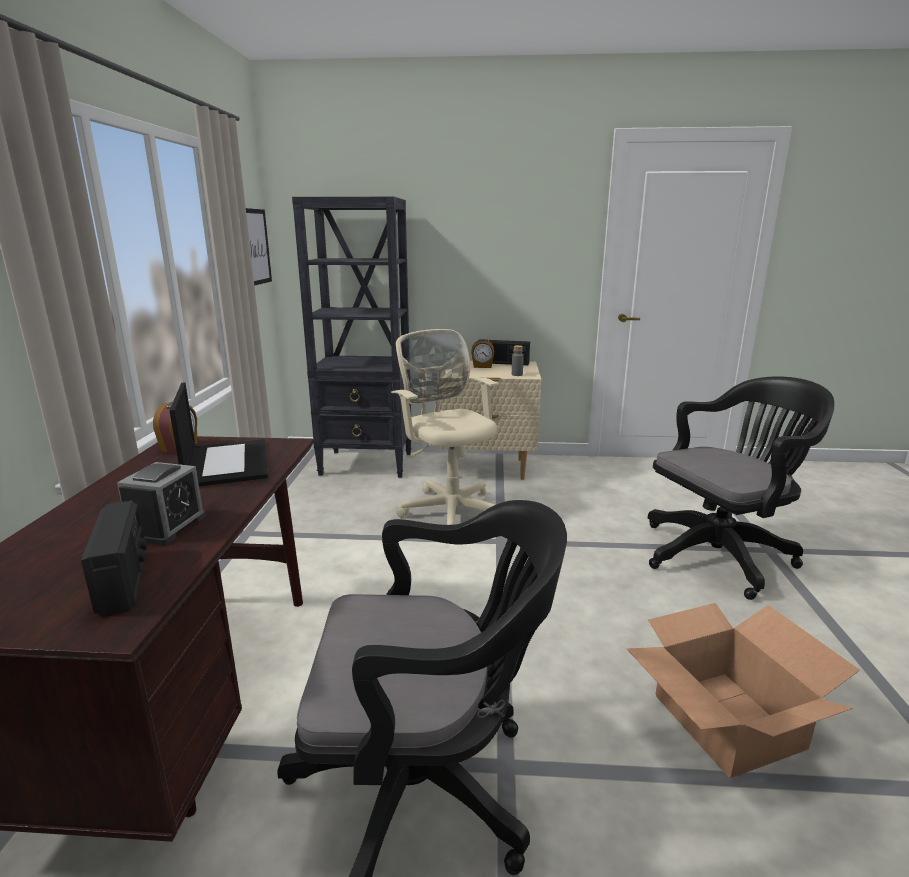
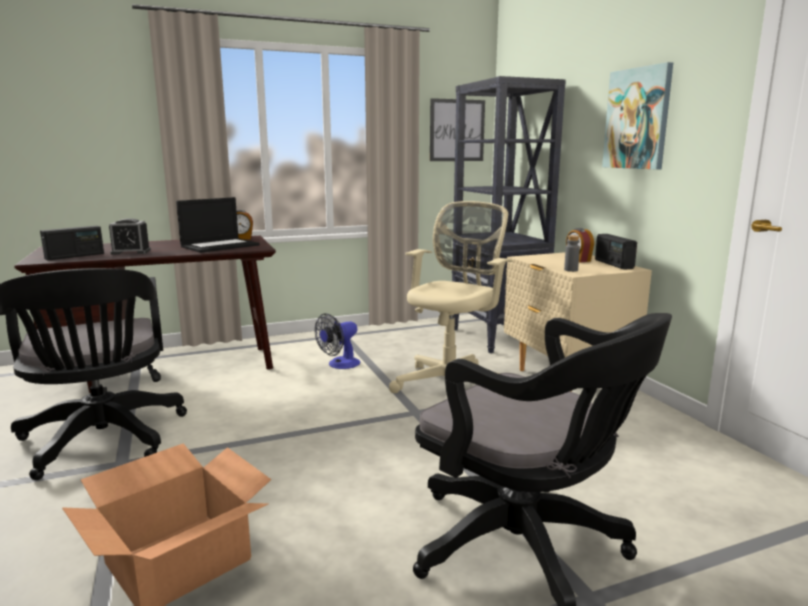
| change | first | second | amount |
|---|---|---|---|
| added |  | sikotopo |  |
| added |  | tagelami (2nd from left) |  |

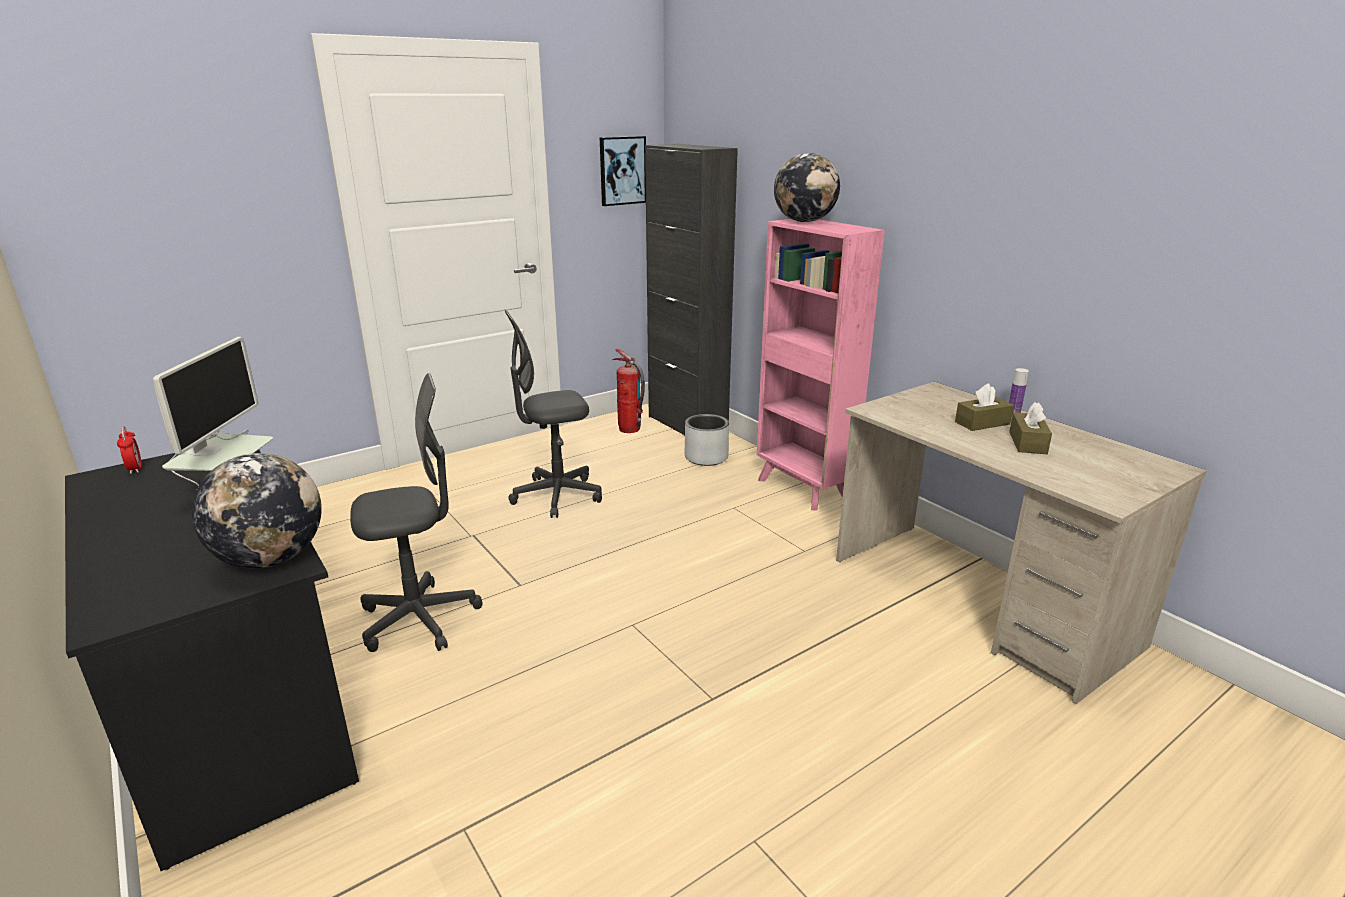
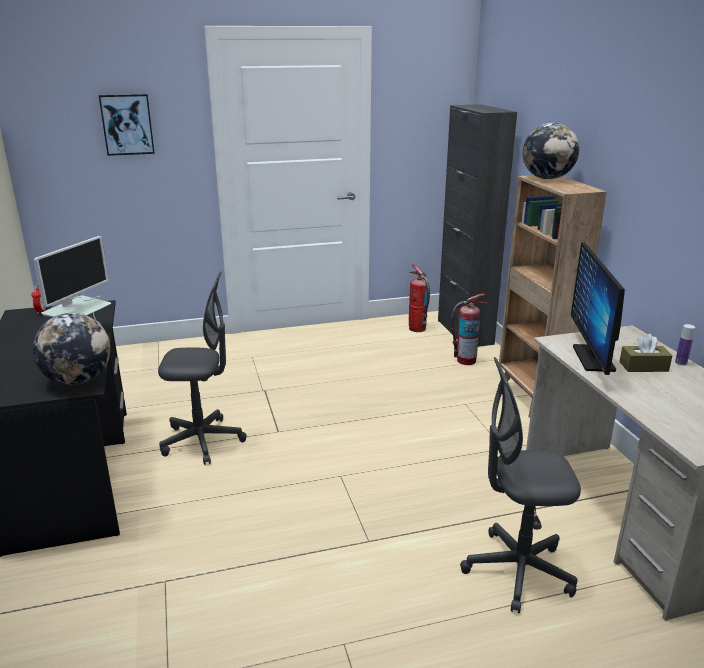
| change | first | second | amount |
|---|---|---|---|
| moved | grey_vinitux (2nd from left) |  |  |
| moved | tagelami |  |  |
| replaced | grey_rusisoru | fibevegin (2nd from left) |  |
| recoloured | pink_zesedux | brown_zesedux |  |
| removed | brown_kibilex (2nd from left) |  |  |
| added |  | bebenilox (2nd from left) |  |

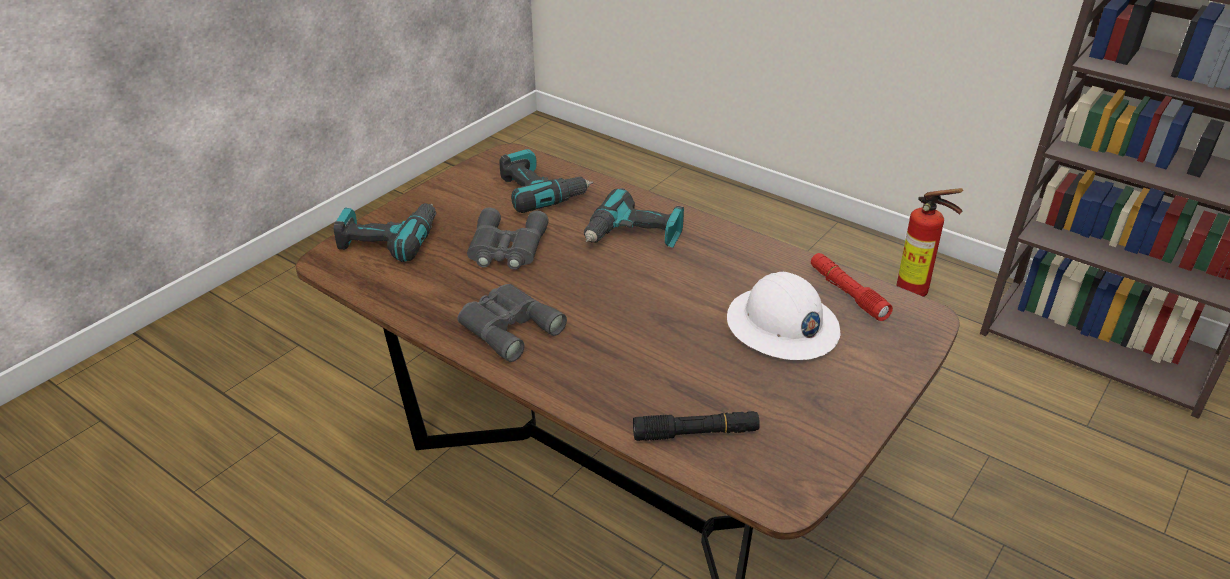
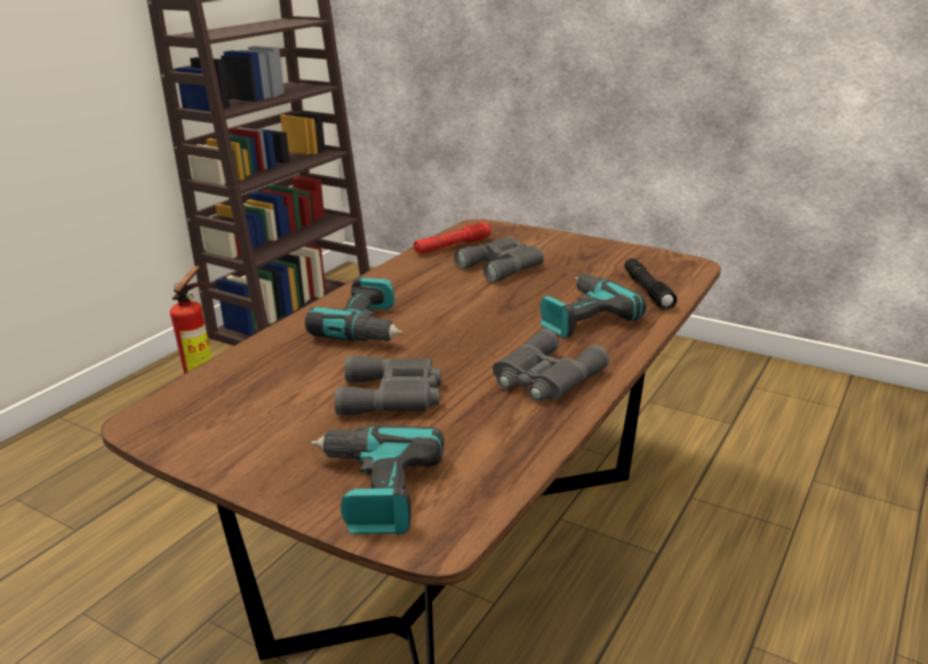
| change | first | second | amount |
|---|---|---|---|
| moved | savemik (2nd from left in the first image) | savemik (3rd from left) |  |
| replaced | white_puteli | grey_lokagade (2nd from left) |  |

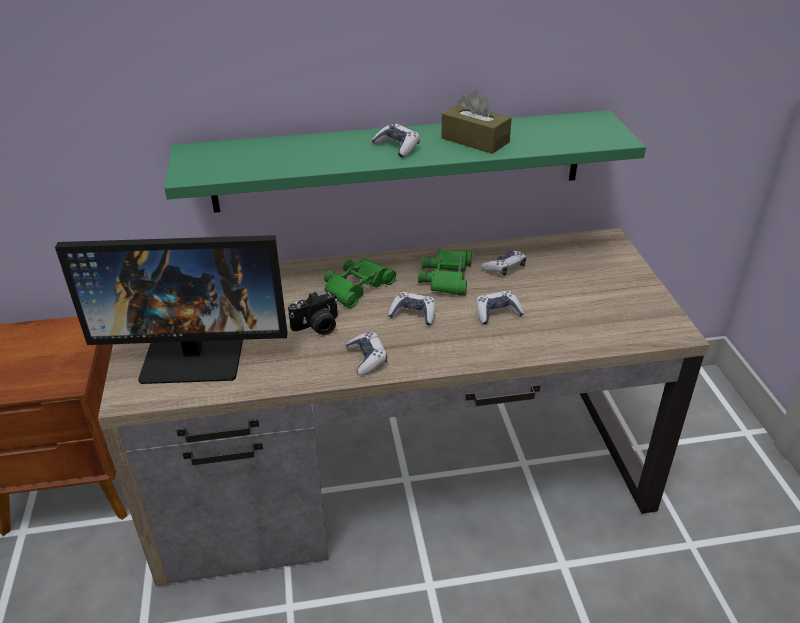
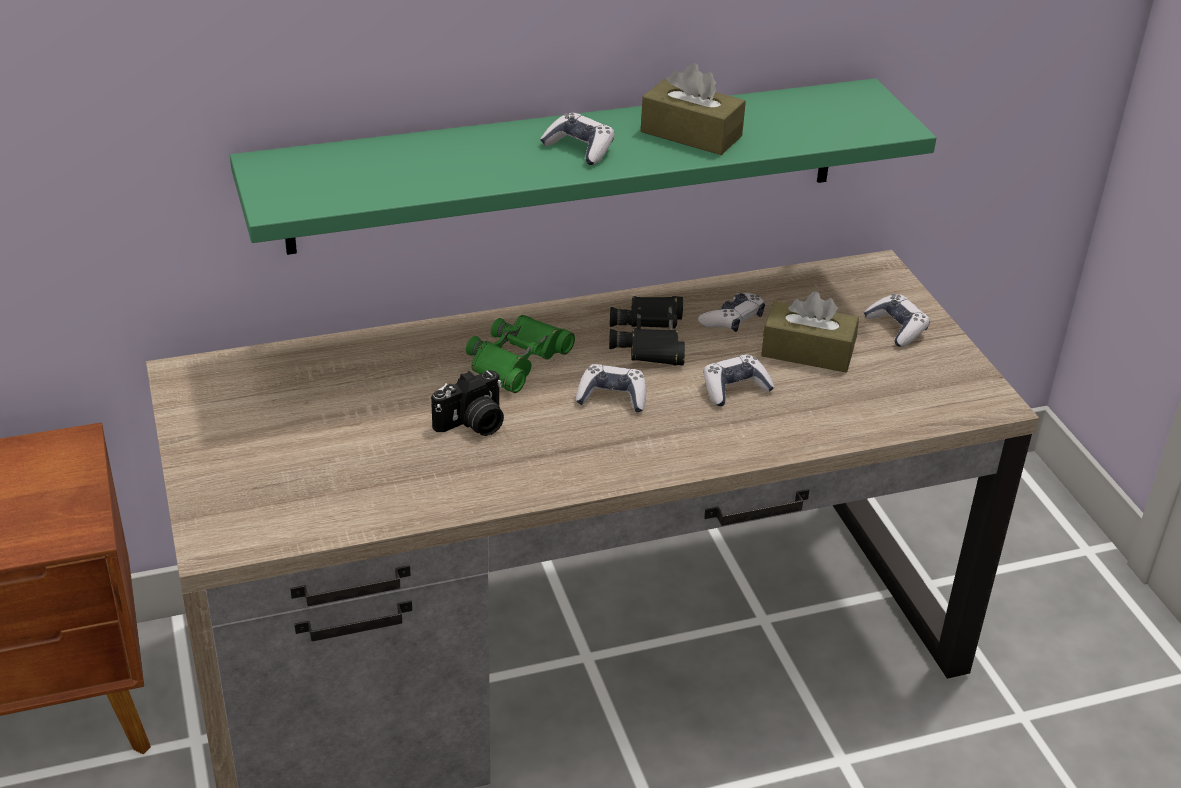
| change | first | second | amount |
|---|---|---|---|
| removed | bebenilox |  |  |
| moved | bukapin (1st from left in the first image) | bukapin (5th from left) |  |
| recoloured | green_lokagade (2nd from left) | black_lokagade |  |
| added |  | brown_kibilex (2nd from left) |  |

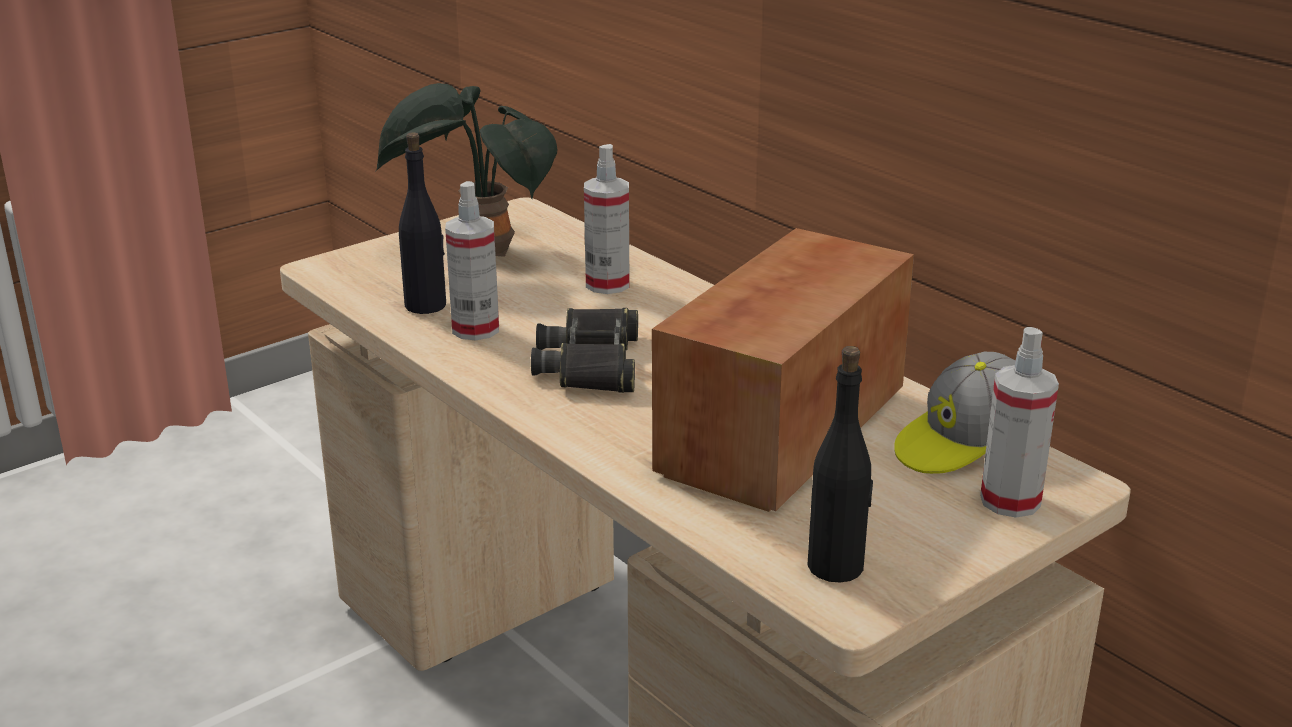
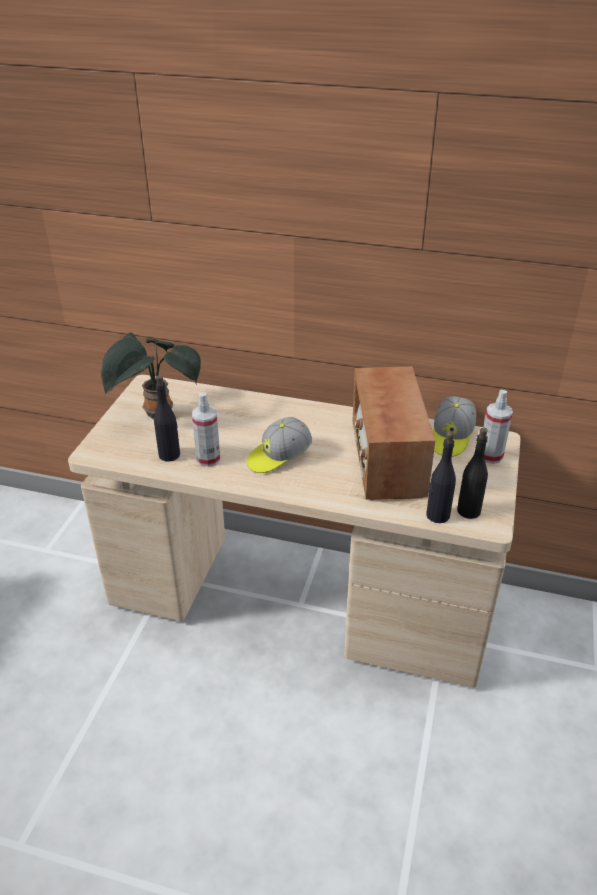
| change | first | second | amount |
|---|---|---|---|
| replaced | black_lokagade | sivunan (1st from left) |  |
| removed | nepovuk (2nd from left) |  |  |
| added |  | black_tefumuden (2nd from left) |  |

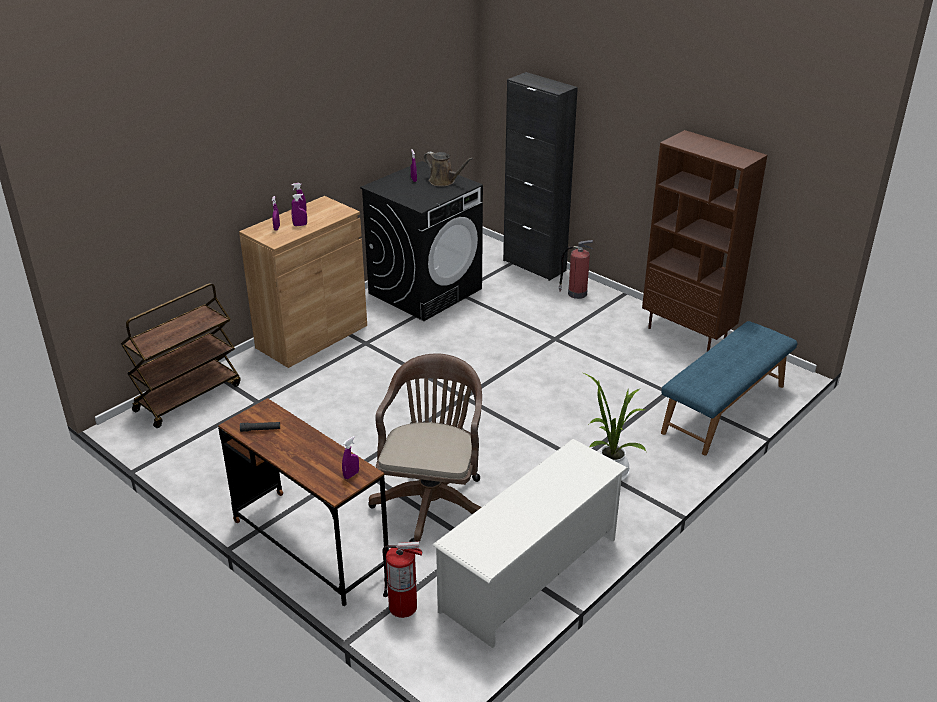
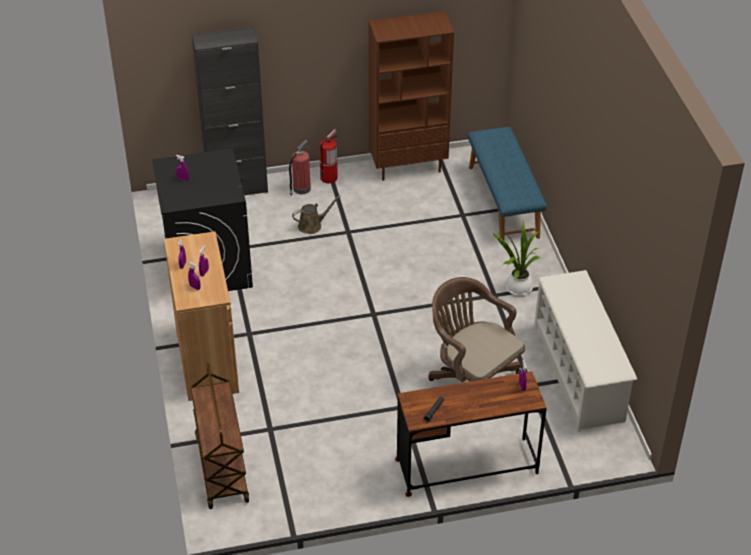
| change | first | second | amount |
|---|---|---|---|
| moved | fibevegin (1st from left in the first image) | fibevegin (2nd from left) |  |
| moved | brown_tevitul |  |  |

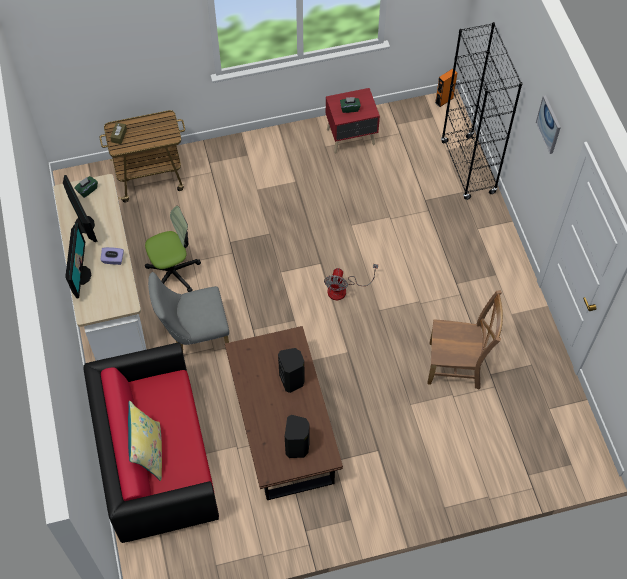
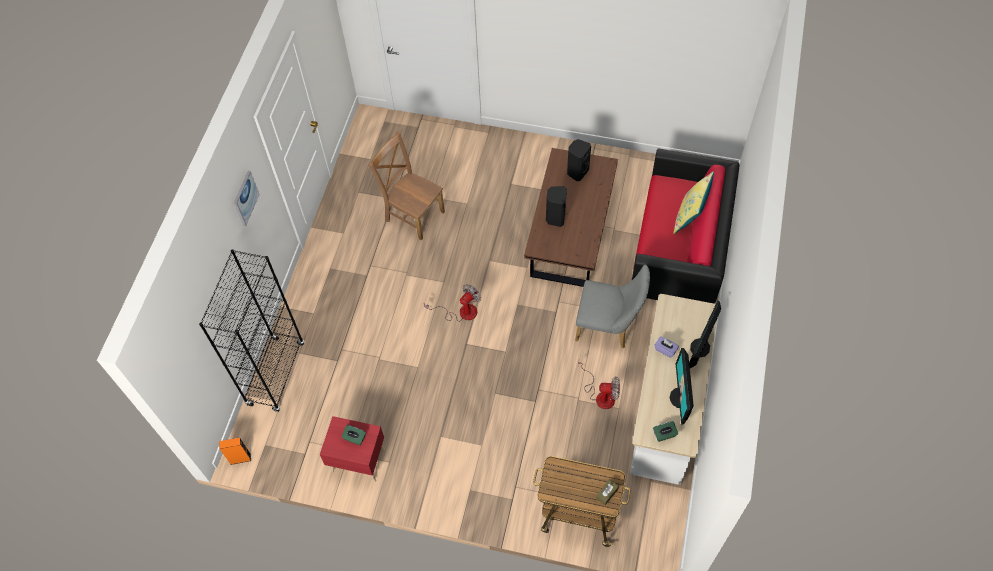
| change | first | second | amount |
|---|---|---|---|
| replaced | vinitux | sikotopo (2nd from left) |  |

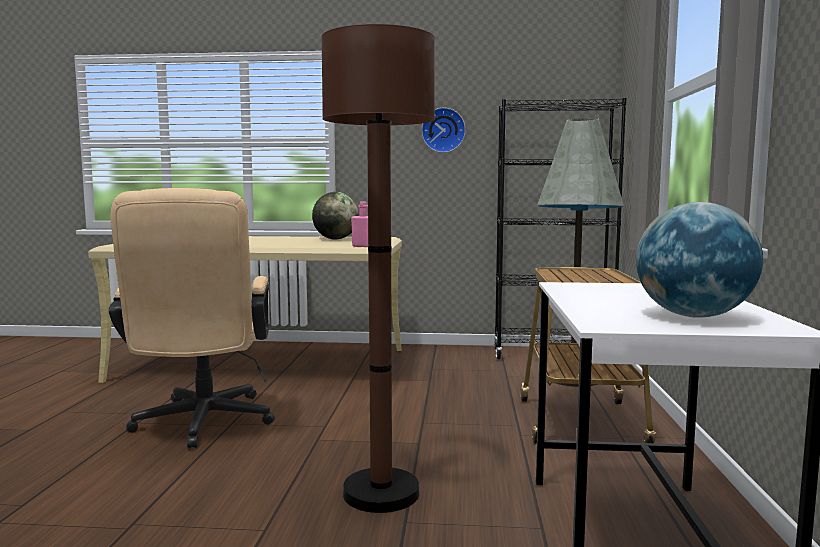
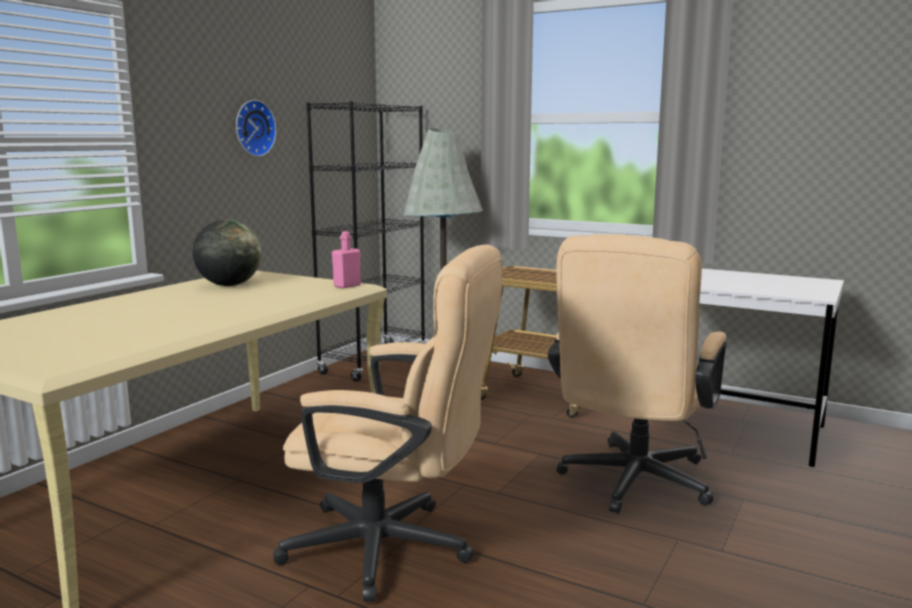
| change | first | second | amount |
|---|---|---|---|
| replaced | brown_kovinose | beige_vinitux (2nd from left) |  |
| removed | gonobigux (2nd from left) |  |  |

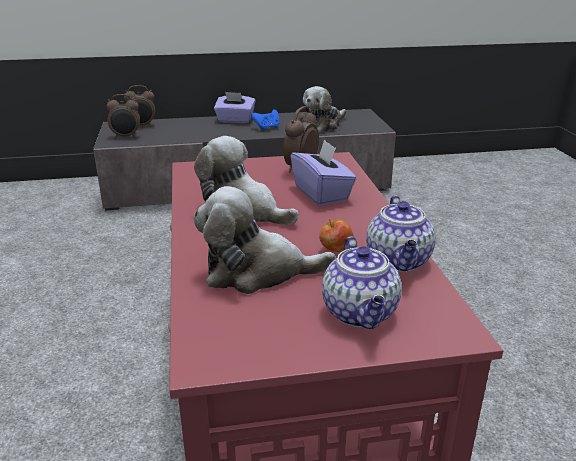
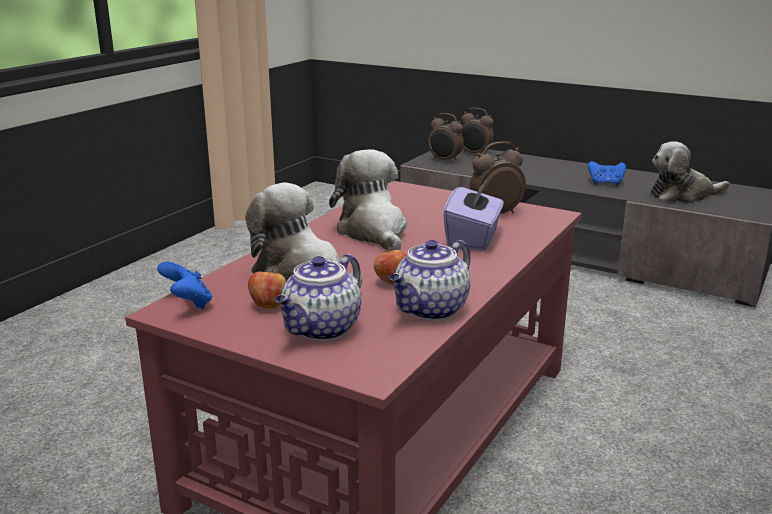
| change | first | second | amount |
|---|---|---|---|
| removed | purple_kibilex (1st from left) |  |  |
| added |  | blue_bukapin (1st from left) |  |
| added |  | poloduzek (1st from left) |  |

